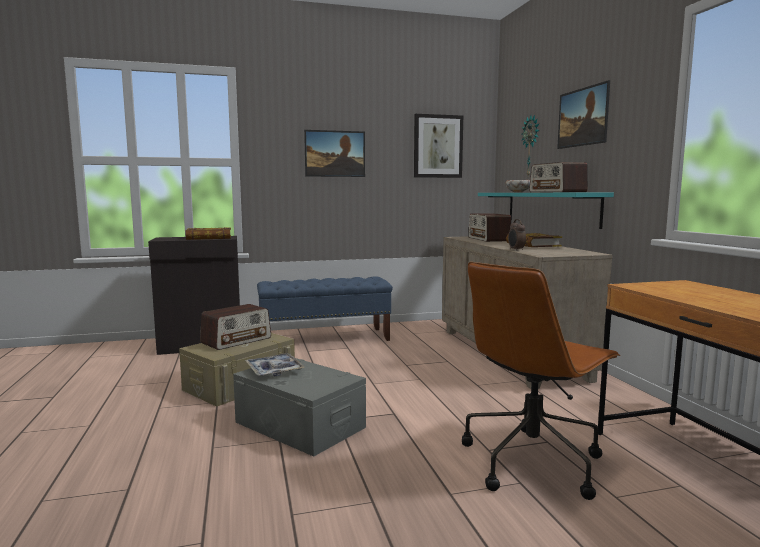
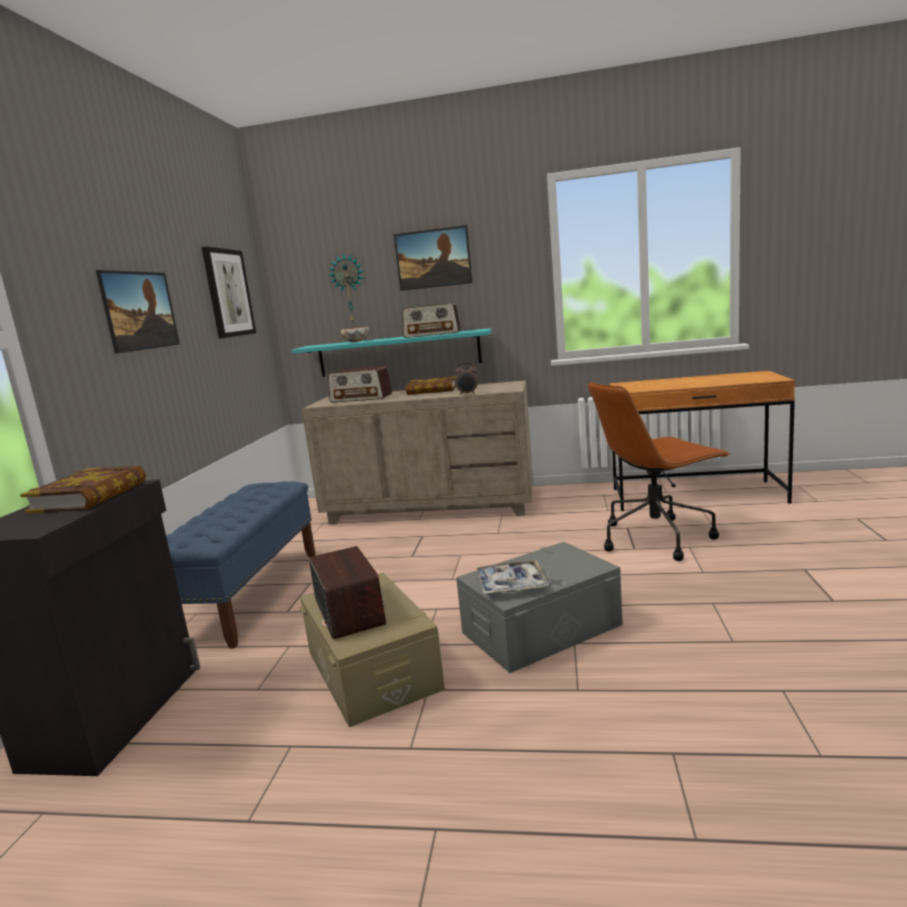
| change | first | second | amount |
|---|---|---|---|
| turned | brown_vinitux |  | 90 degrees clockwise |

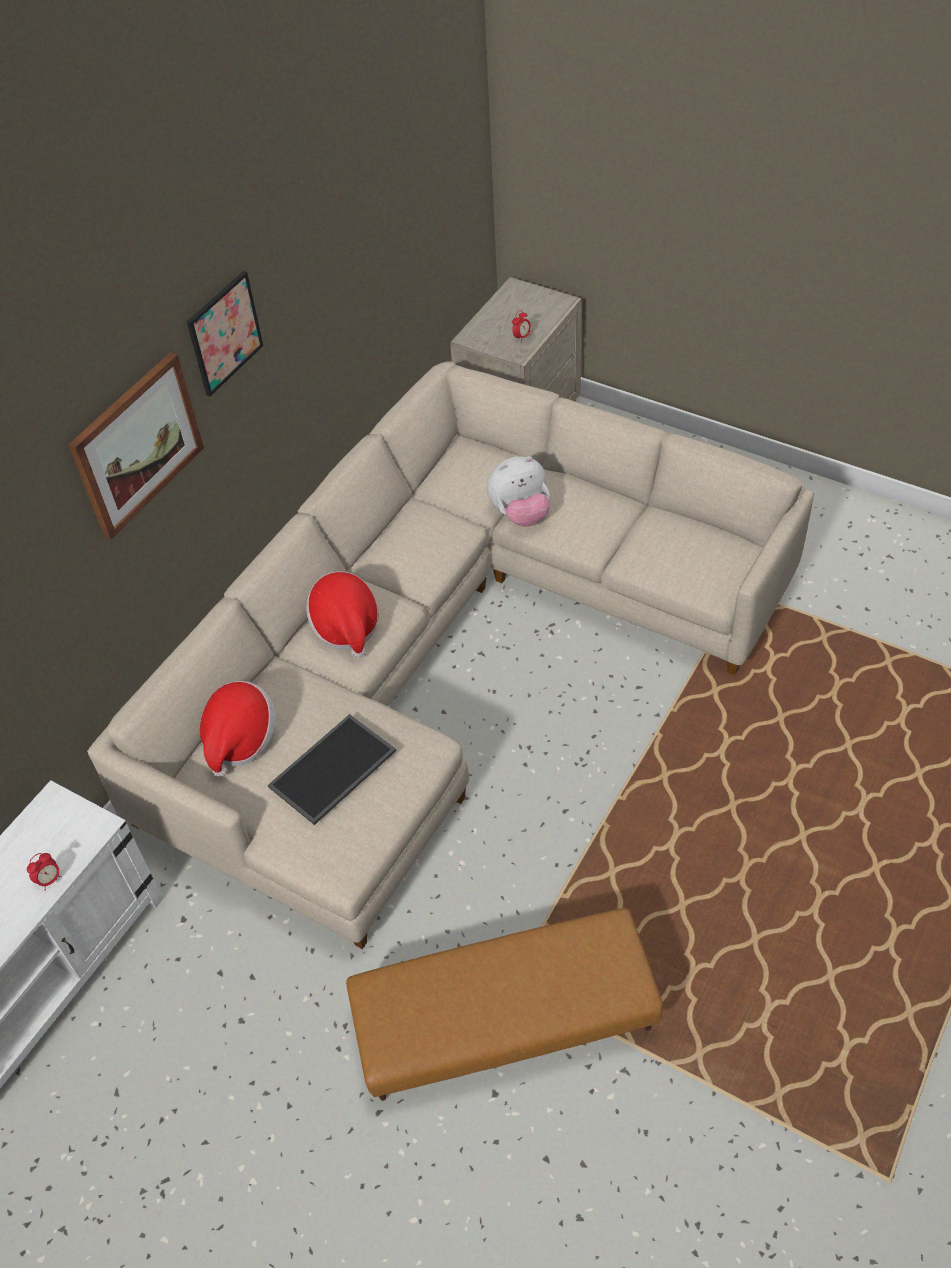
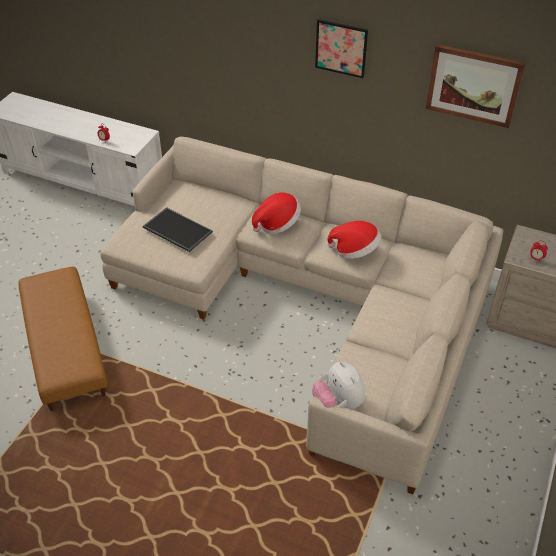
| change | first | second | amount |
|---|---|---|---|
| moved | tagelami (1st from left in the first image) | tagelami (2nd from left) |  |
| moved | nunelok (1st from left in the first image) | nunelok (2nd from left) |  |
| moved | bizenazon |  |  |

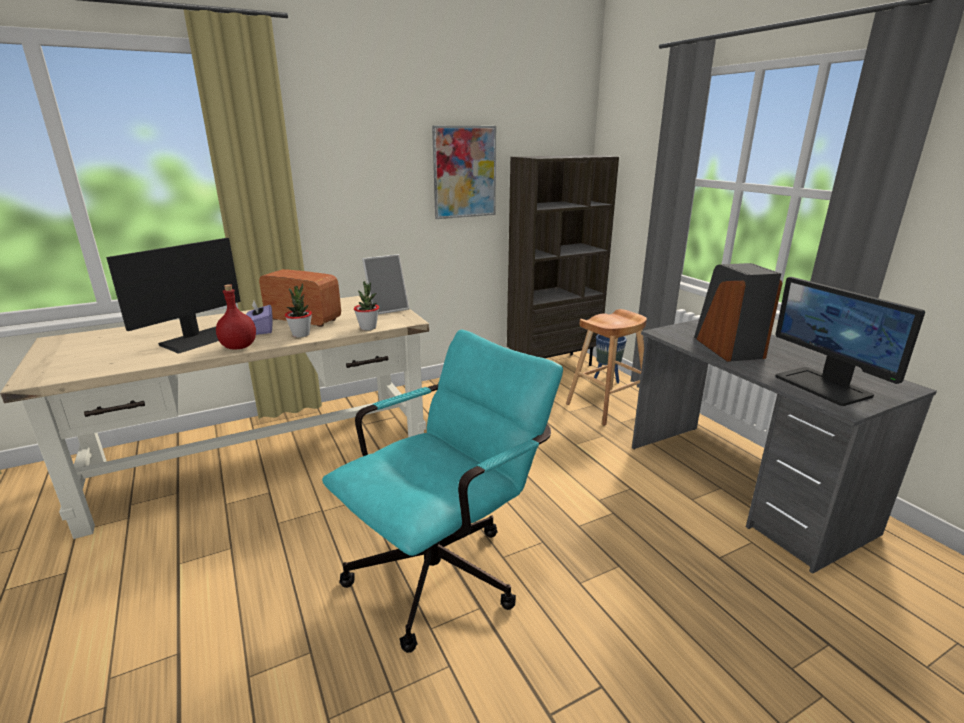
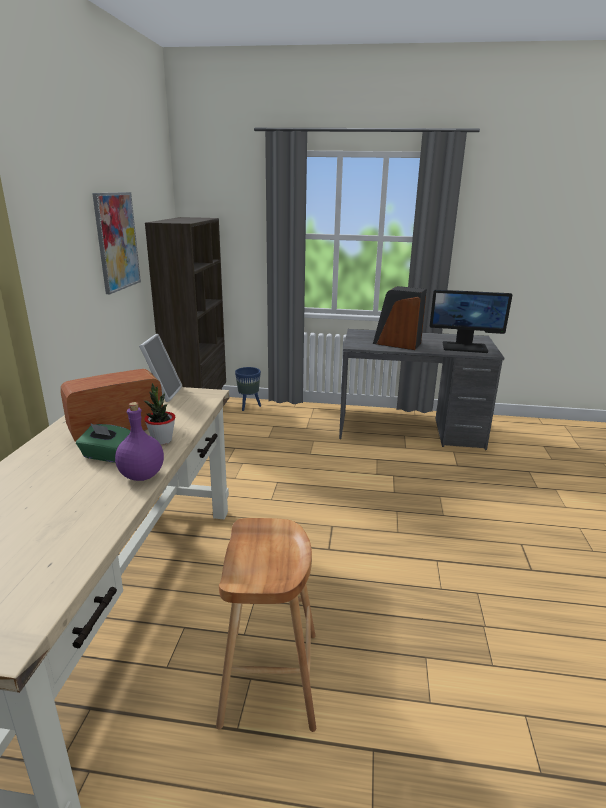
| change | first | second | amount |
|---|---|---|---|
| removed | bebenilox (1st from left) |  |  |
| recoloured | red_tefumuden | purple_tefumuden |  |
| recoloured | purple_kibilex | green_kibilex |  |
| removed | turquoise_vinitux |  |  |
| removed | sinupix (2nd from left) |  |  |
| moved | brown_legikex |  |  |

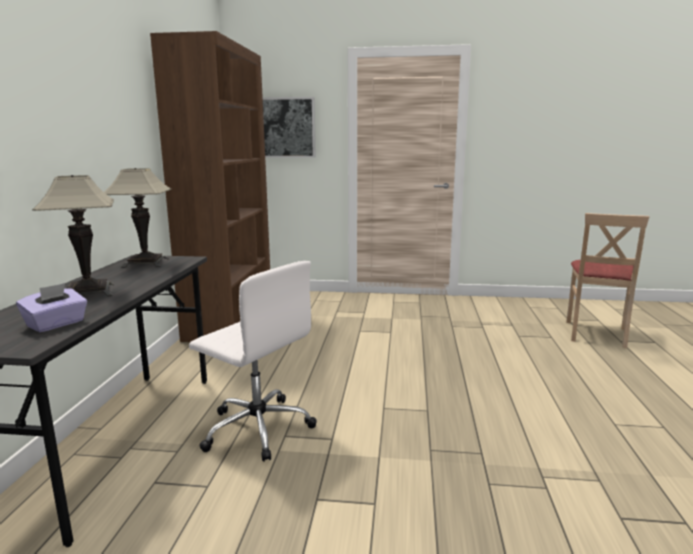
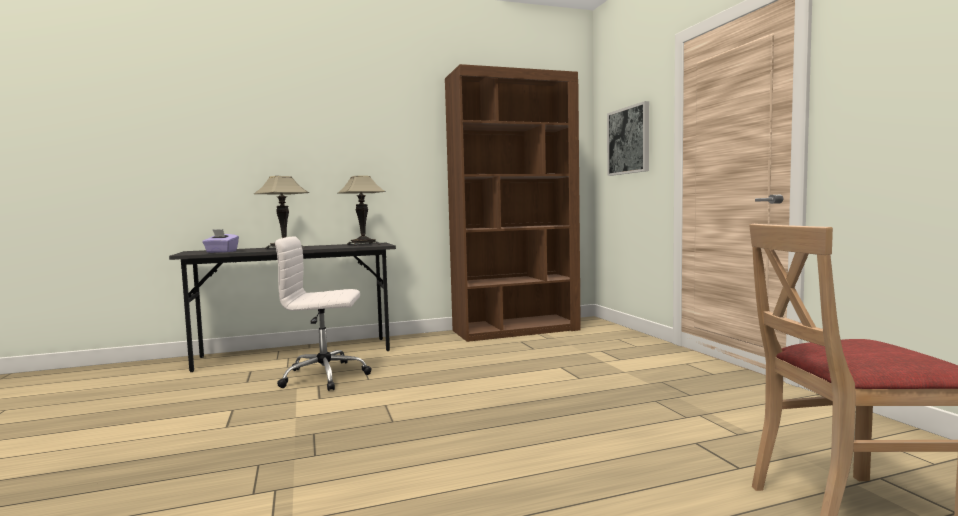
| change | first | second | amount |
|---|---|---|---|
| turned | white_vinitux |  | 75 degrees clockwise |

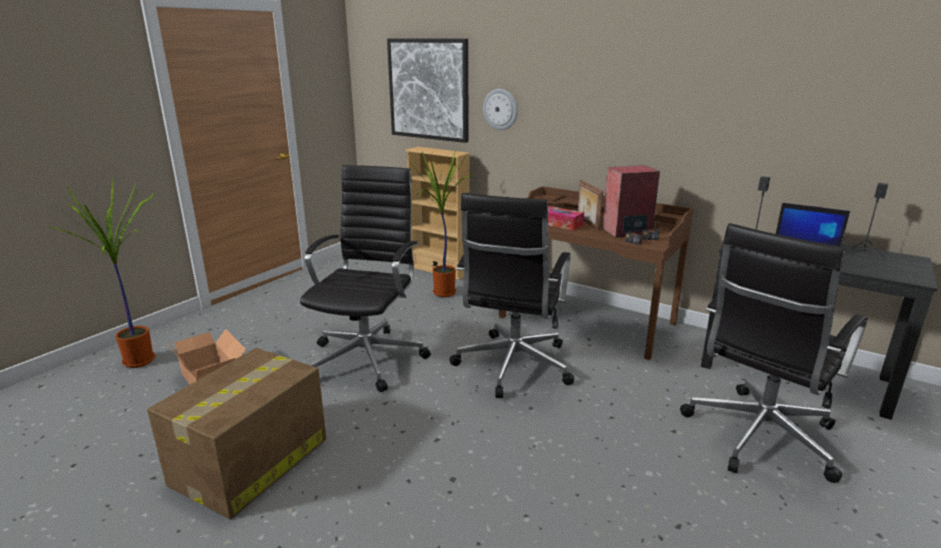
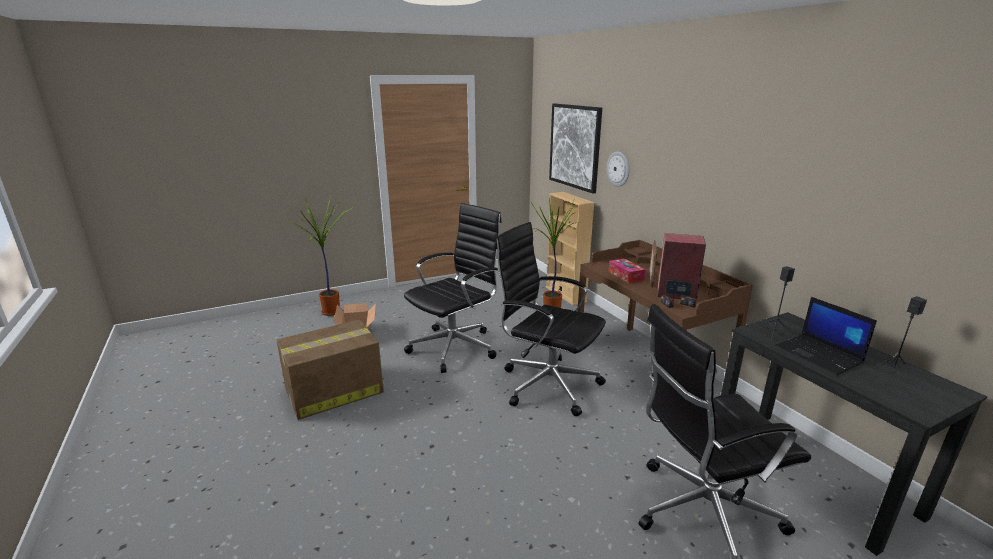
| change | first | second | amount |
|---|---|---|---|
| turned | black_vinitux (2nd from left) |  | 75 degrees clockwise |

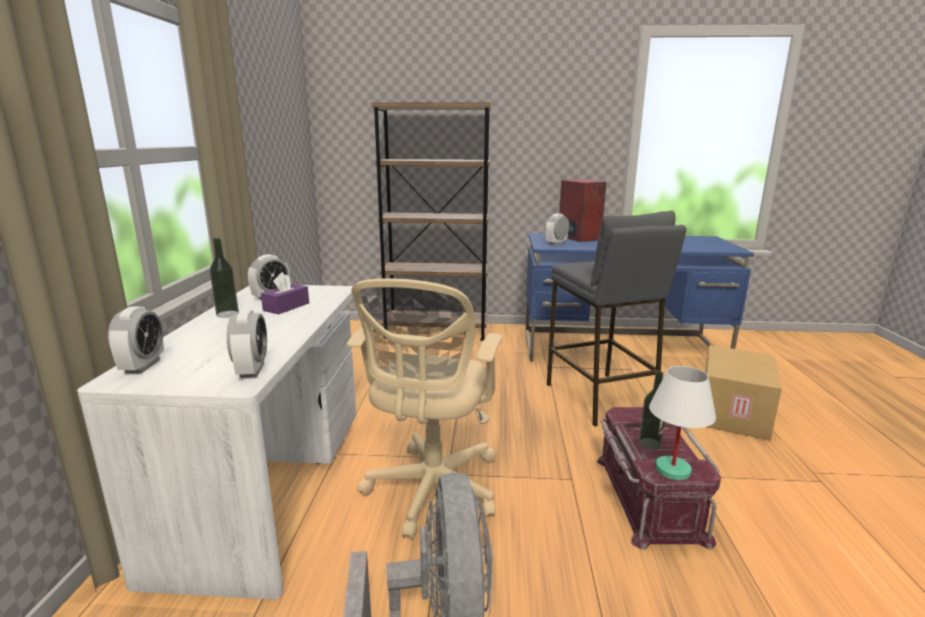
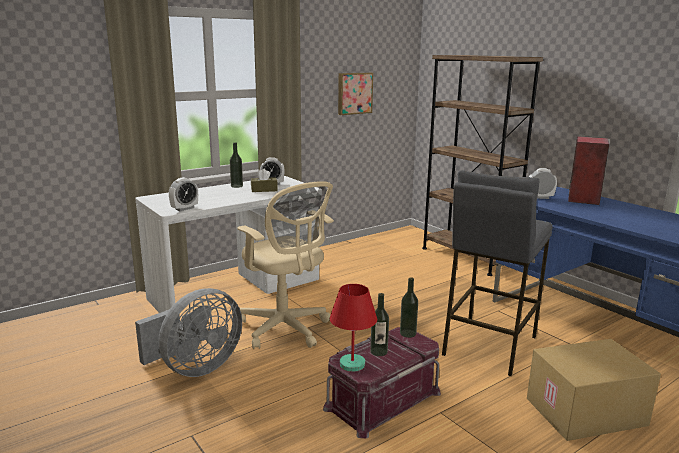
| change | first | second | amount |
|---|---|---|---|
| removed | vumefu (1st from left) |  |  |
| recoloured | purple_kibilex | brown_kibilex |  |
| turned | beige_vinitux |  | 105 degrees counterclockwise |
| recoloured | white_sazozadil | red_sazozadil |  |
| added |  | tagelami |  |
| added |  | tefumuden (3rd from left) |  |

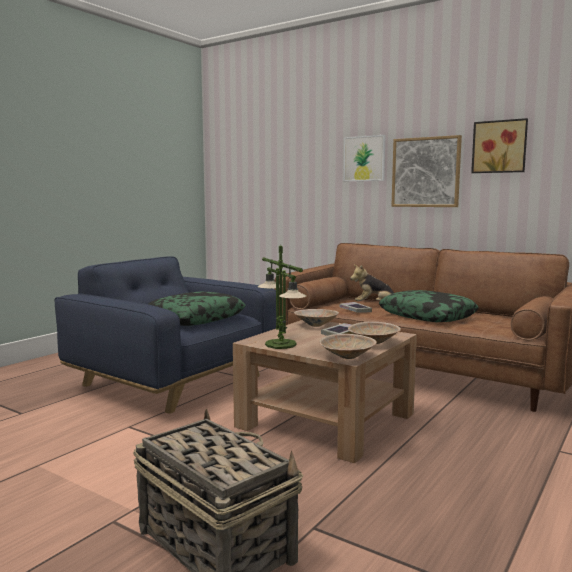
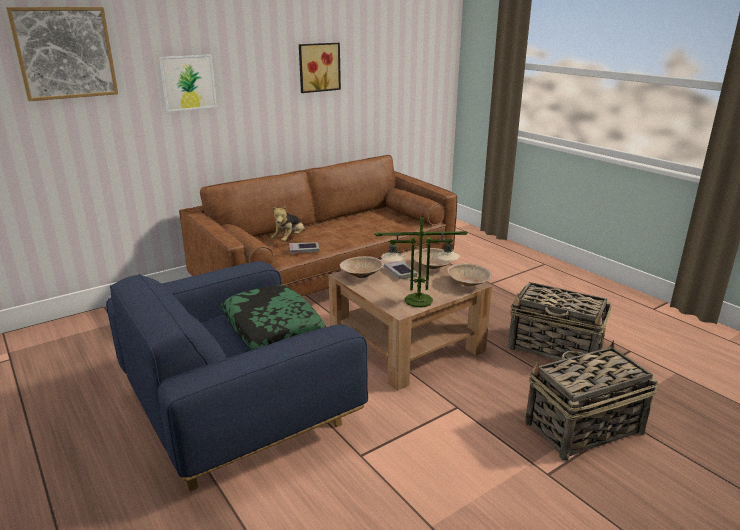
| change | first | second | amount |
|---|---|---|---|
| removed | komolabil (2nd from left) |  |  |
| moved | tagelami (2nd from left in the first image) | tagelami (1st from left) |  |
| added |  | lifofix (1st from left) |  |

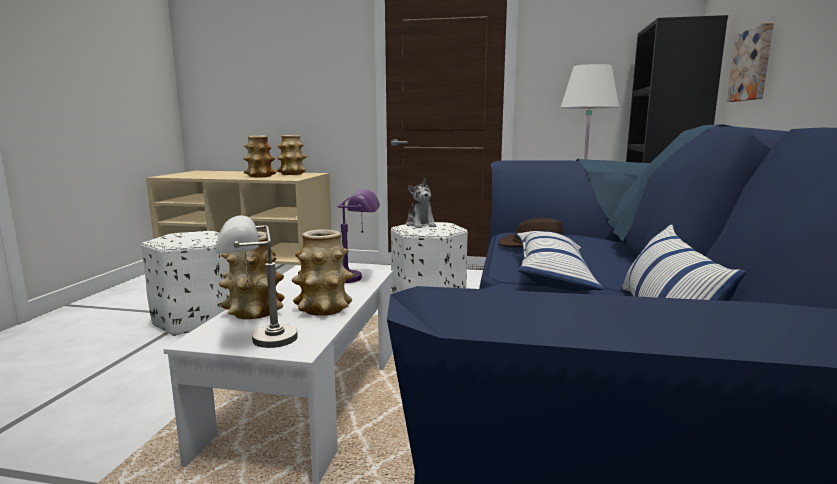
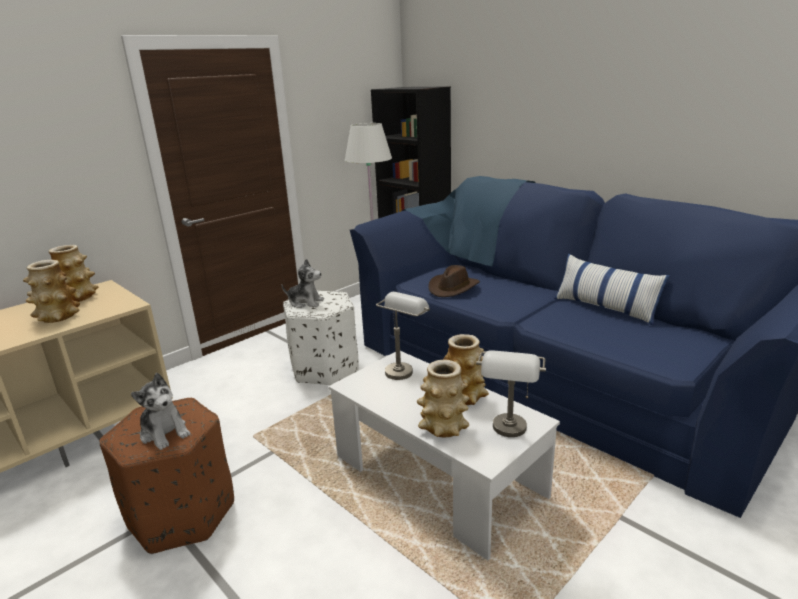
| change | first | second | amount |
|---|---|---|---|
| recoloured | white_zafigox (1st from left) | brown_zafigox |  |
| recoloured | purple_sazozadil | grey_sazozadil (1st from left) |  |
| removed | komolabil (1st from left) |  |  |
| removed | tagelami |  |  |
| added |  | bizenazon (1st from left) |  |

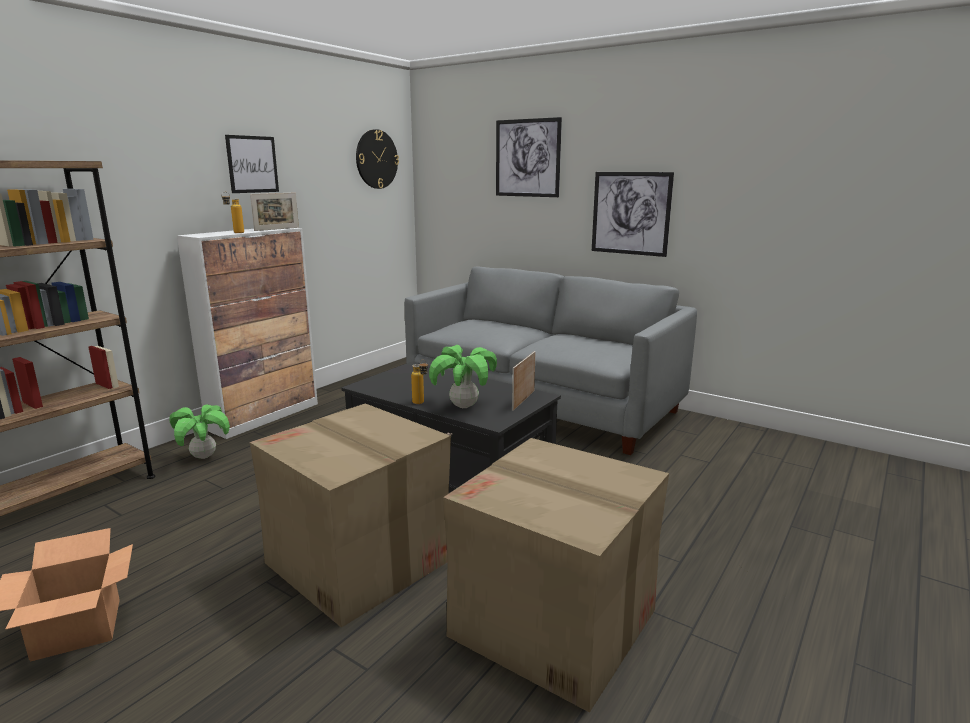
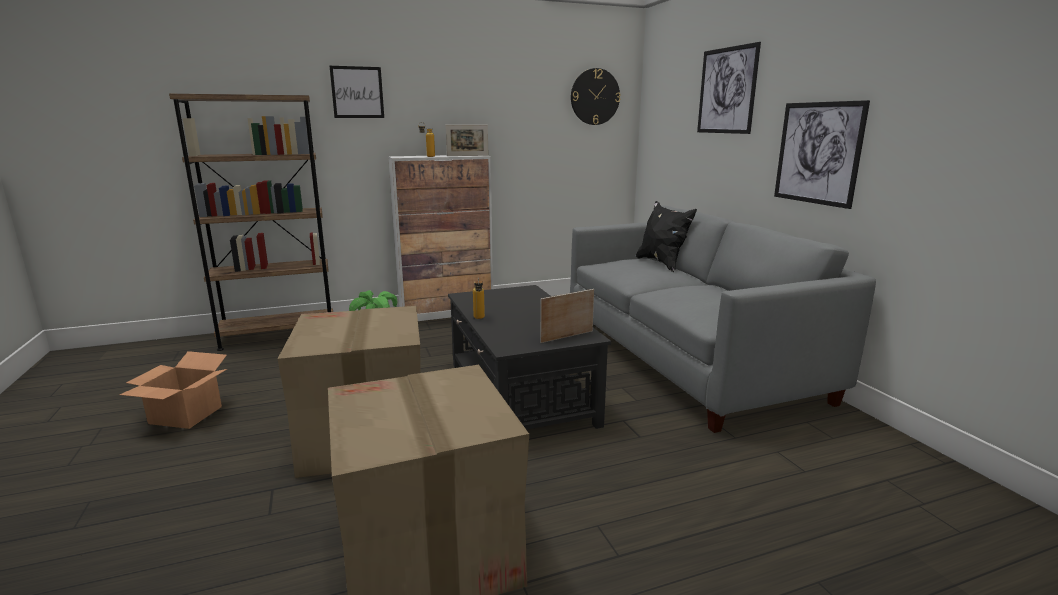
| change | first | second | amount |
|---|---|---|---|
| moved | tagelami (1st from left) |  |  |
| removed | sinupix (2nd from left) |  |  |
| added |  | black_komolabil |  |

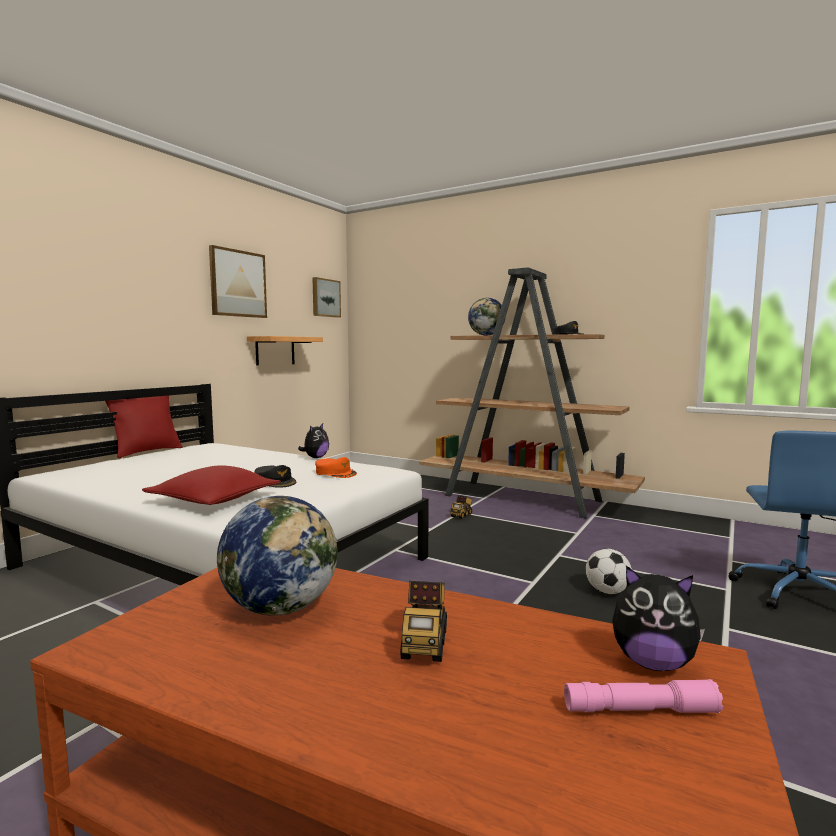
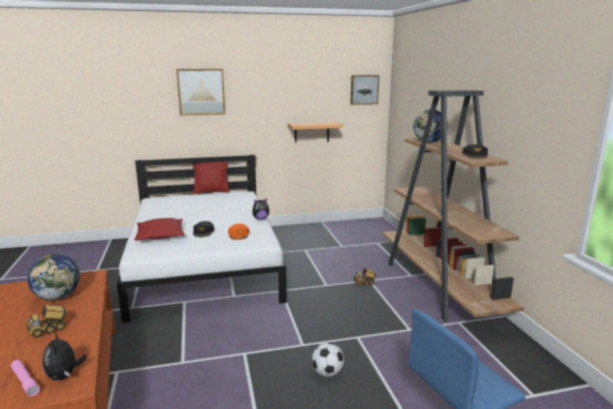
| change | first | second | amount |
|---|---|---|---|
| moved | tagelami (1st from left) |  |  |

